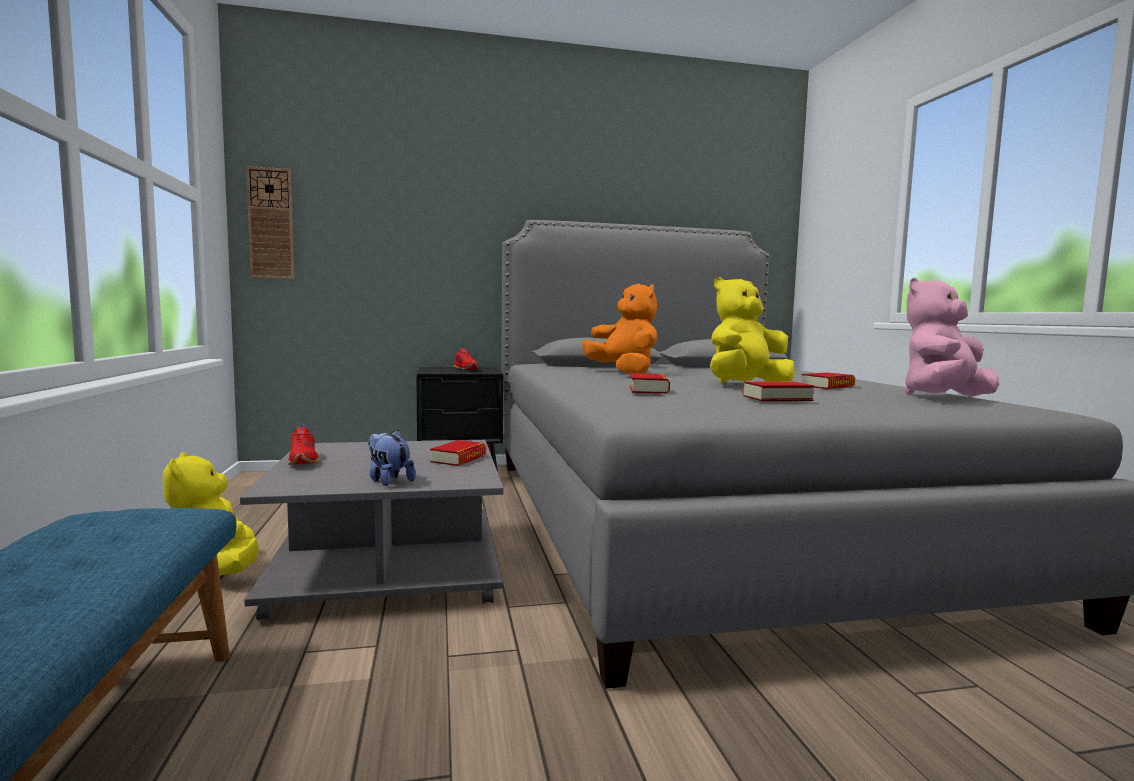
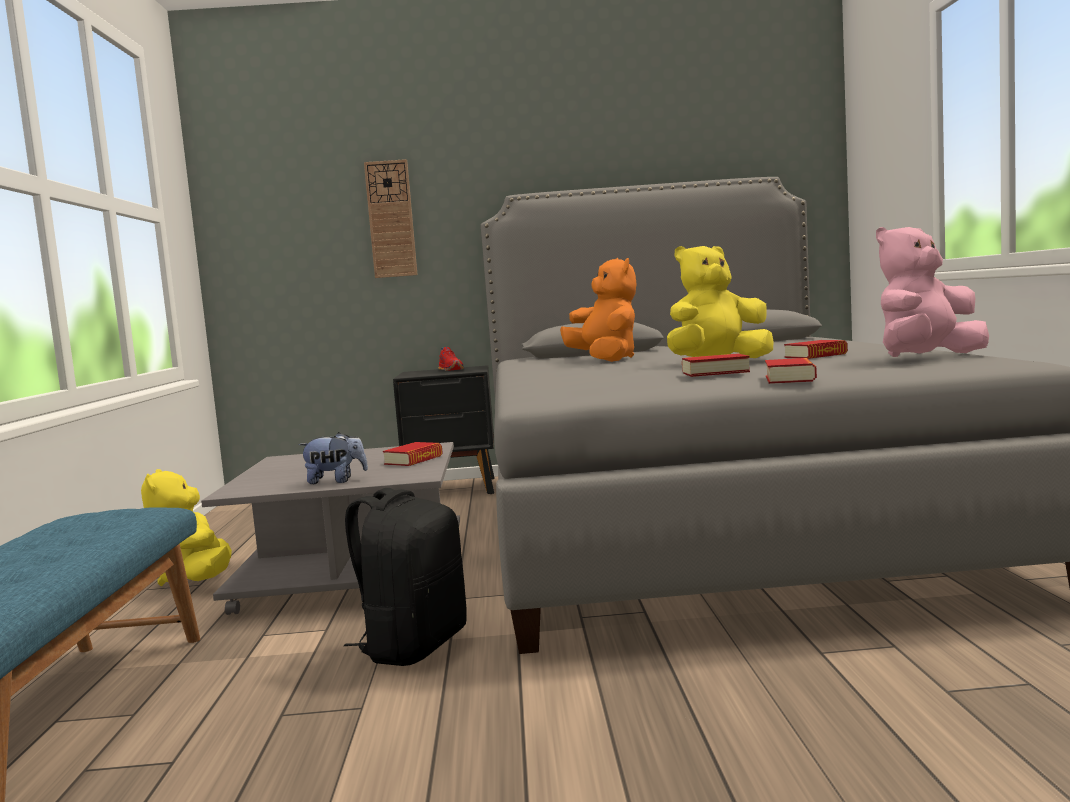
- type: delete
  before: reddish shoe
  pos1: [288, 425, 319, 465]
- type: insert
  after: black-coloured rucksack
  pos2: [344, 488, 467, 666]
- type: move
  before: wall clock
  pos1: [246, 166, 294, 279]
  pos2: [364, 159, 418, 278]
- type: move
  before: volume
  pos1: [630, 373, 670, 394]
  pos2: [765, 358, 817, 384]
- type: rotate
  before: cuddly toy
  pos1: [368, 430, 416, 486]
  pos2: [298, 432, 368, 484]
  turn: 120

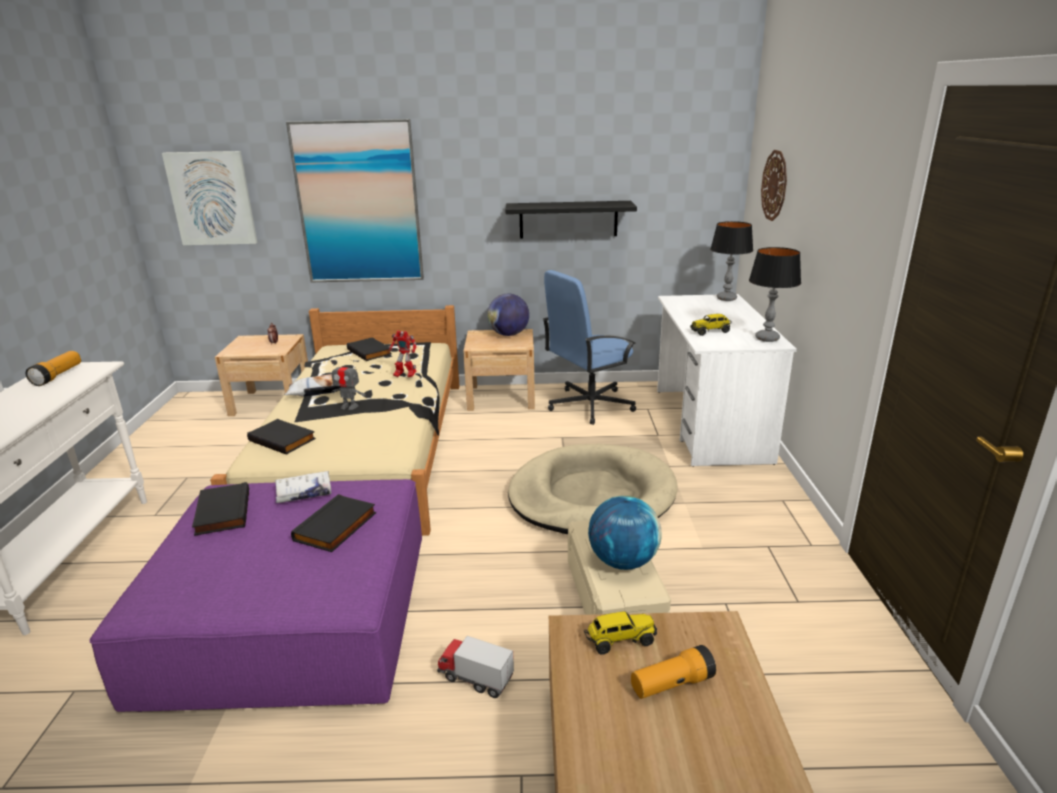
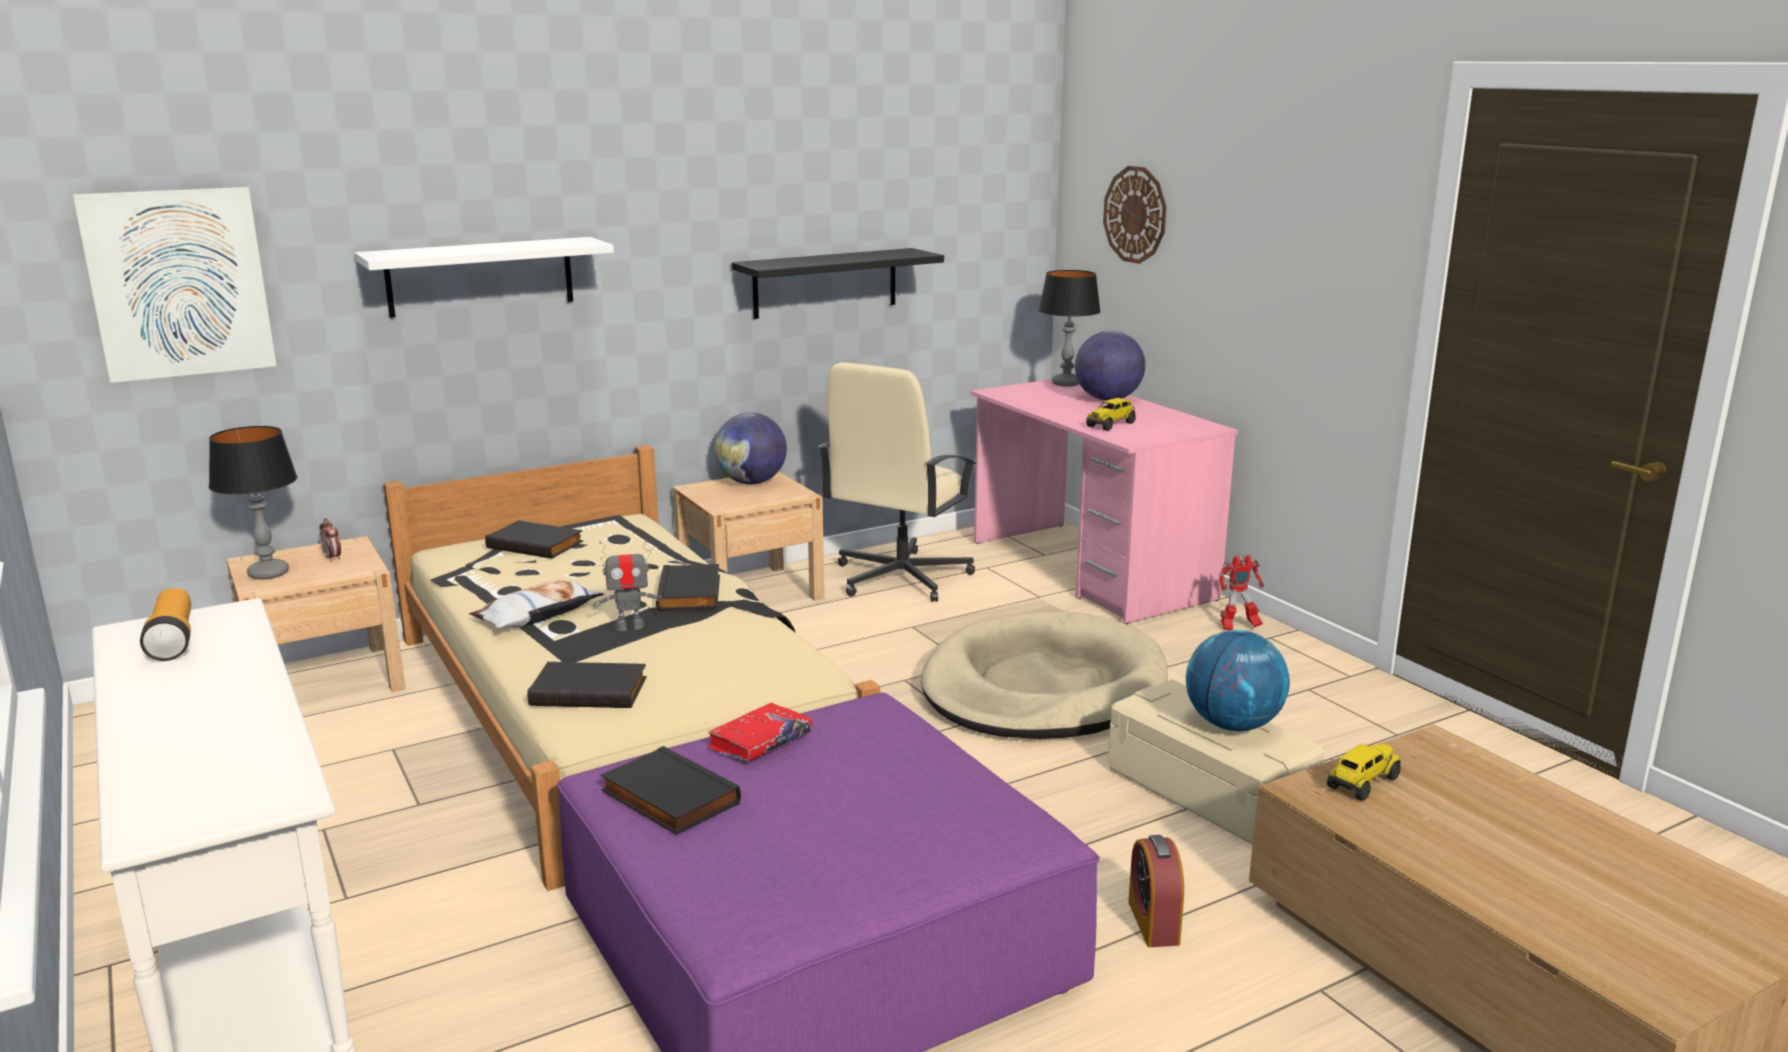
- type: delete
  before: flashlight
  pos1: [631, 645, 716, 699]
- type: insert
  after: globe
  pos2: [1075, 331, 1145, 401]
- type: move
  before: black-coloured volume
  pos1: [291, 494, 376, 552]
  pos2: [656, 564, 720, 611]
- type: move
  before: robot figure
  pos1: [389, 330, 417, 377]
  pos2: [1219, 555, 1264, 630]
- type: move
  before: lamp for a table
  pos1: [749, 247, 801, 342]
  pos2: [209, 426, 298, 579]
- type: replace
  before: picture
  after: whitish wall shelf
  pos1: [286, 119, 424, 282]
  pos2: [355, 237, 614, 318]
- type: replace
  before: toy lorry
  after: bedside clock
  pos1: [437, 636, 514, 698]
  pos2: [1128, 835, 1184, 947]
- type: recolor
  before: whitish volume
  after: reddish volume
  pos1: [275, 471, 331, 503]
  pos2: [708, 703, 812, 761]
- type: recolor
  before: bluish computer chair
  after: beige computer chair
  pos1: [543, 270, 636, 425]
  pos2: [819, 362, 977, 602]
- type: recolor
  before: whitish desk unit
  after: pink desk unit
  pos1: [657, 294, 797, 467]
  pos2: [970, 379, 1238, 624]

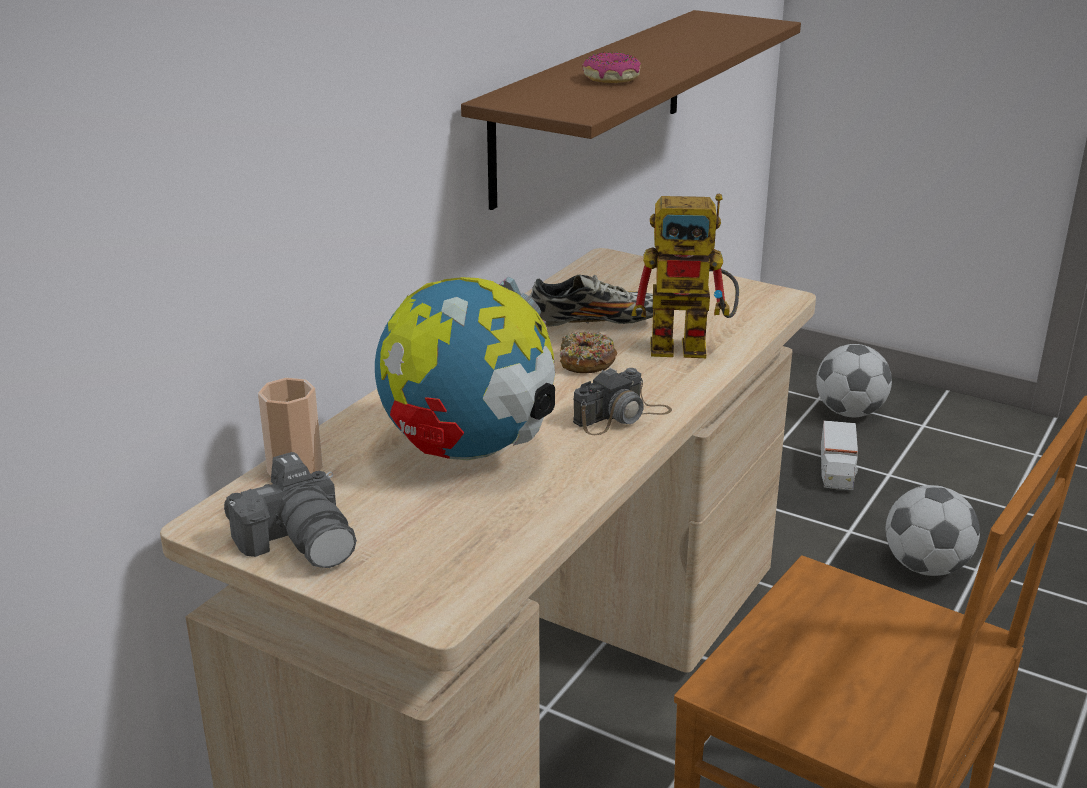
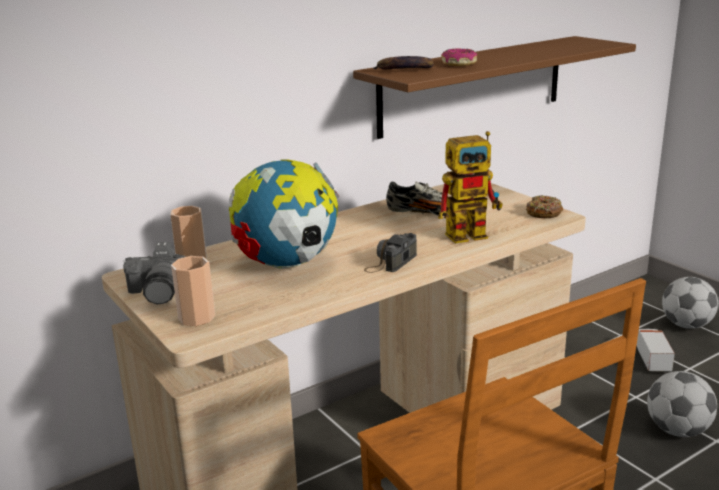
- type: insert
  after: cup
  pos2: [171, 256, 215, 326]
- type: insert
  after: banana
  pos2: [373, 56, 434, 69]
- type: move
  before: donut
  pos1: [560, 331, 617, 373]
  pos2: [526, 195, 563, 218]
- type: rotate
  before: photo camera
  pos1: [573, 367, 672, 435]
  pos2: [364, 233, 417, 273]
  turn: 135
- type: rotate
  before: robot figure
  pos1: [632, 193, 739, 358]
  pos2: [438, 131, 503, 243]
  turn: -45
- type: rotate
  before: toy lorry
  pos1: [821, 421, 858, 490]
  pos2: [637, 328, 675, 371]
  turn: 150

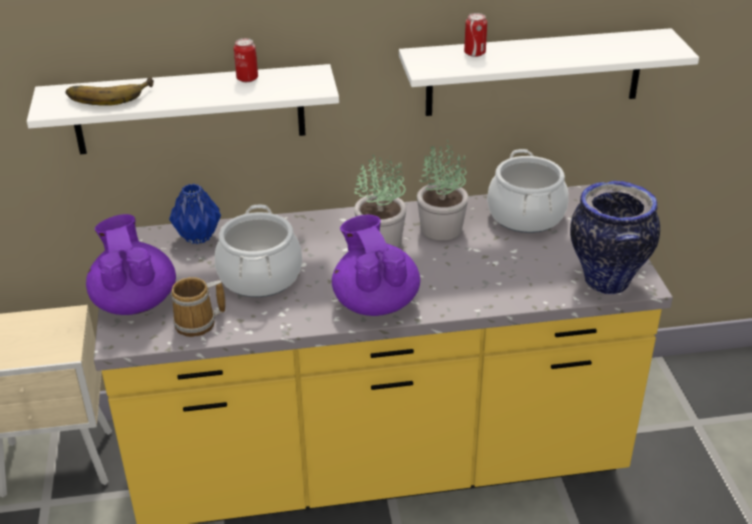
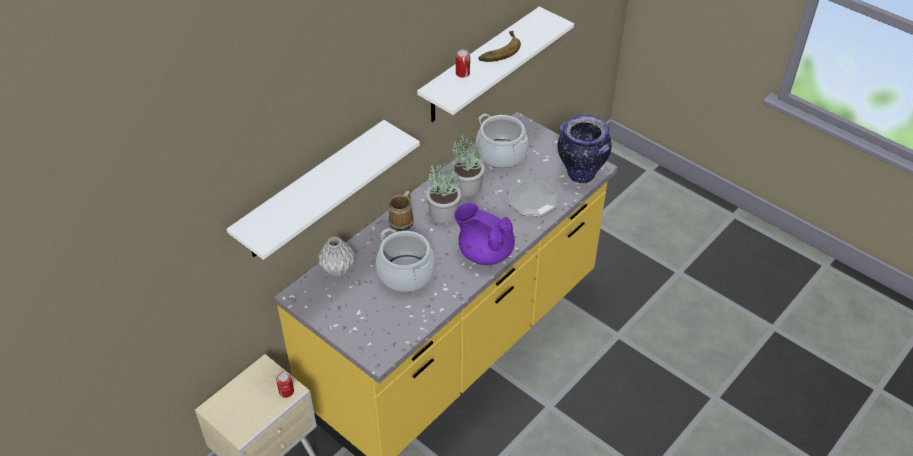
- type: delete
  before: purple pot for tea
  pos1: [86, 214, 176, 315]
- type: insert
  after: plate
  pos2: [508, 181, 558, 217]
- type: move
  before: banana
  pos1: [66, 78, 154, 106]
  pos2: [478, 31, 521, 62]
- type: move
  before: tea mug
  pos1: [171, 277, 225, 337]
  pos2: [388, 191, 414, 231]
- type: move
  before: can
  pos1: [234, 38, 258, 82]
  pos2: [276, 372, 294, 398]
- type: recolor
  before: bluish flower vase
  after: greyish flower vase
  pos1: [169, 184, 221, 244]
  pos2: [318, 237, 355, 276]

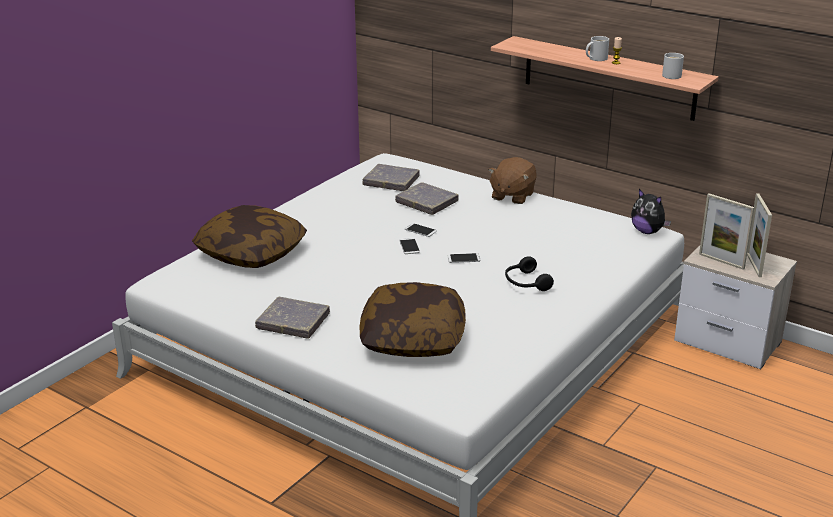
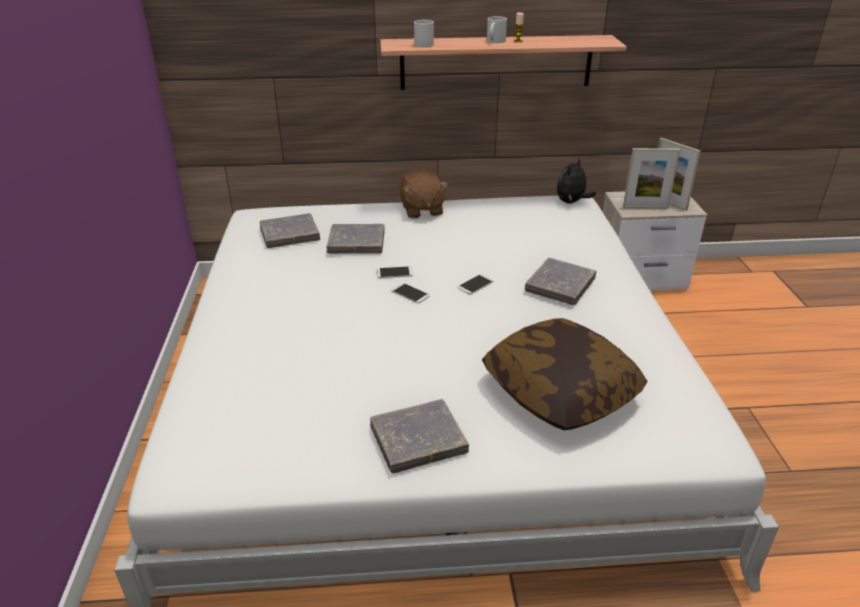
- type: delete
  before: cushion
  pos1: [192, 205, 307, 268]
- type: move
  before: whitish tea mug
  pos1: [662, 53, 684, 79]
  pos2: [414, 20, 434, 47]
- type: replace
  before: black-coloured pair of headphones
  after: greyish volume
  pos1: [505, 256, 554, 291]
  pos2: [525, 258, 596, 305]
- type: rotate
  before: cuddly toy
  pos1: [631, 189, 671, 234]
  pos2: [557, 159, 596, 203]
  turn: 120

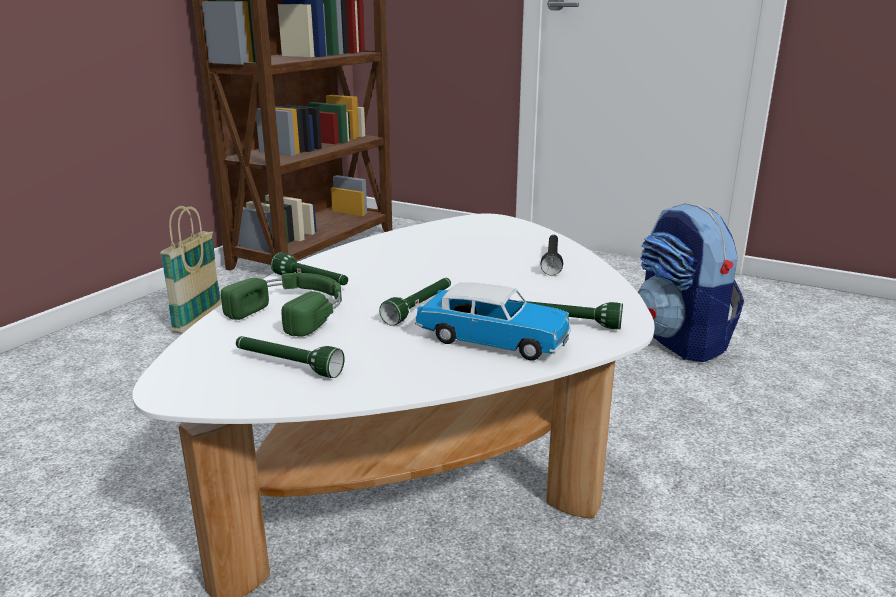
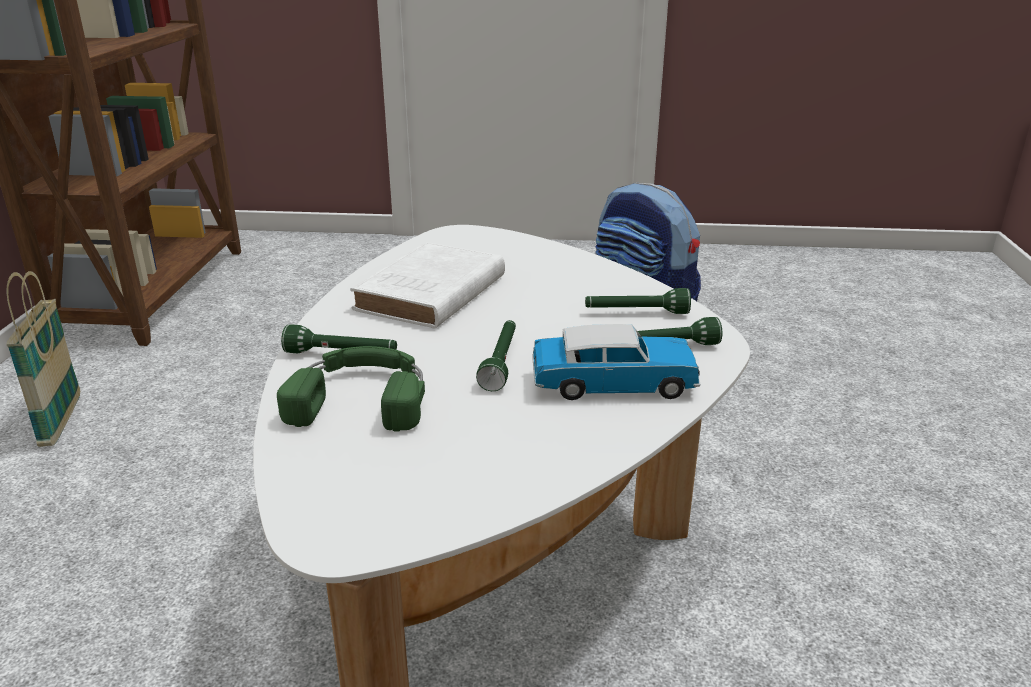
- type: delete
  before: black-coloured flashlight
  pos1: [541, 235, 563, 275]
- type: insert
  after: whitish volume
  pos2: [350, 242, 505, 329]
- type: move
  before: greenish flashlight
  pos1: [236, 336, 345, 378]
  pos2: [585, 288, 691, 314]

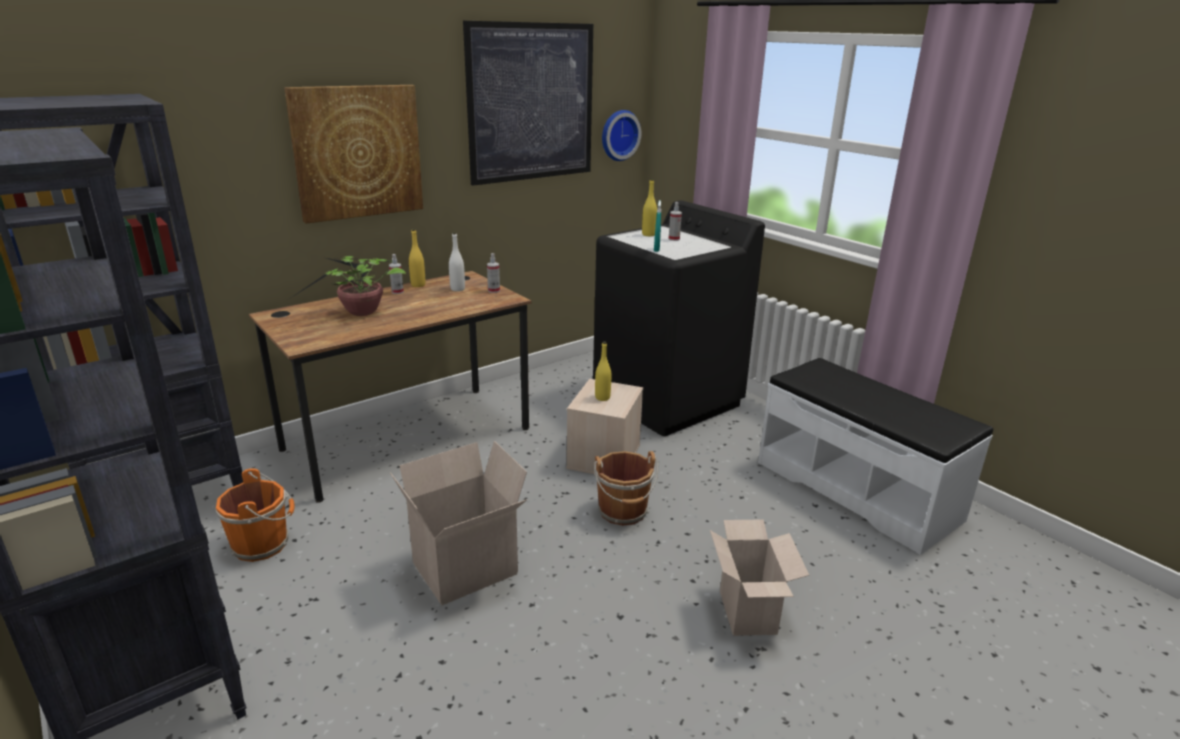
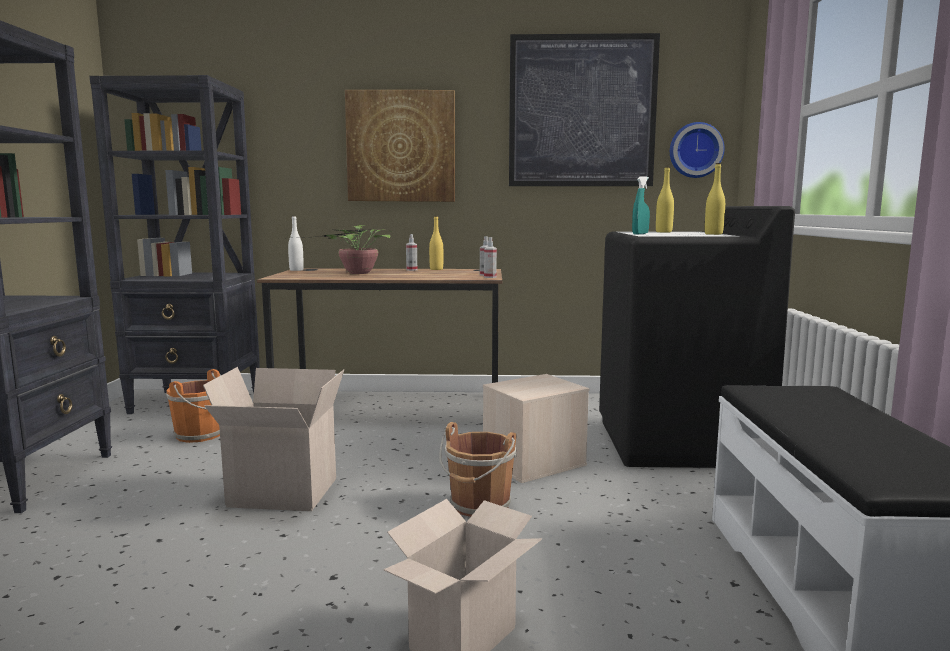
- type: move
  before: whitish beverage bottle
  pos1: [449, 232, 465, 291]
  pos2: [288, 215, 304, 271]
- type: move
  before: yellowish beverage bottle
  pos1: [595, 341, 611, 401]
  pos2: [705, 163, 725, 235]
- type: move
  before: sprayer
  pos1: [669, 202, 682, 241]
  pos2: [484, 237, 497, 278]

